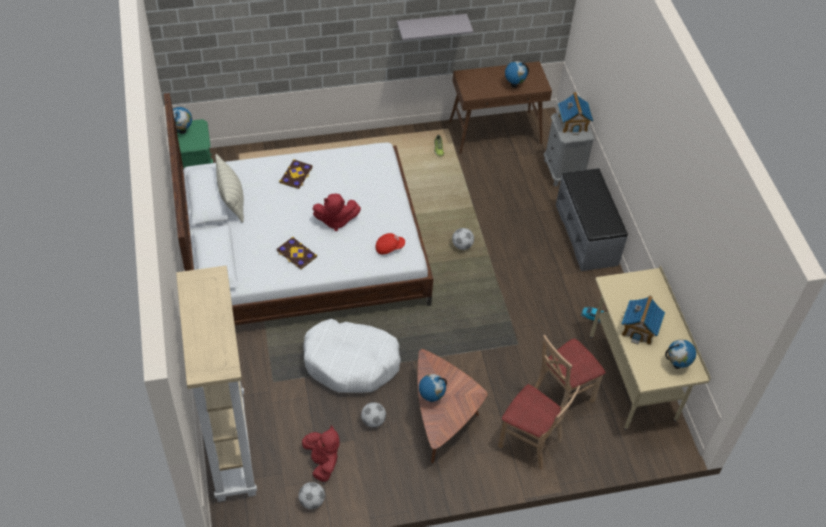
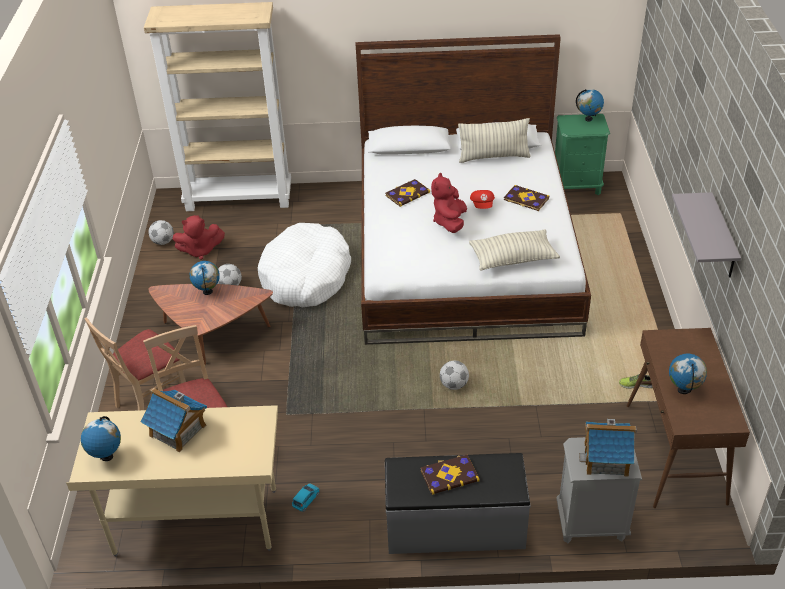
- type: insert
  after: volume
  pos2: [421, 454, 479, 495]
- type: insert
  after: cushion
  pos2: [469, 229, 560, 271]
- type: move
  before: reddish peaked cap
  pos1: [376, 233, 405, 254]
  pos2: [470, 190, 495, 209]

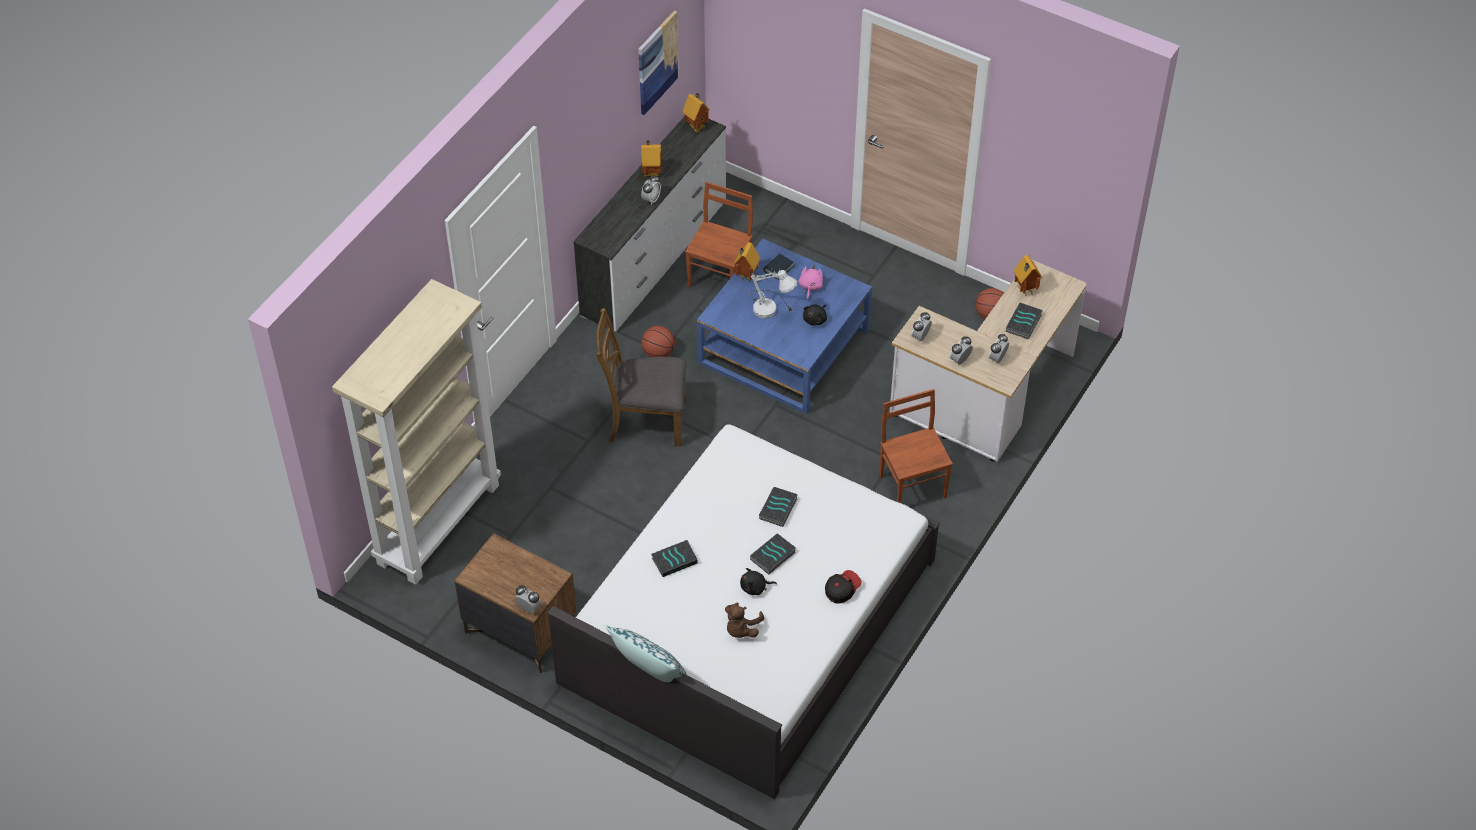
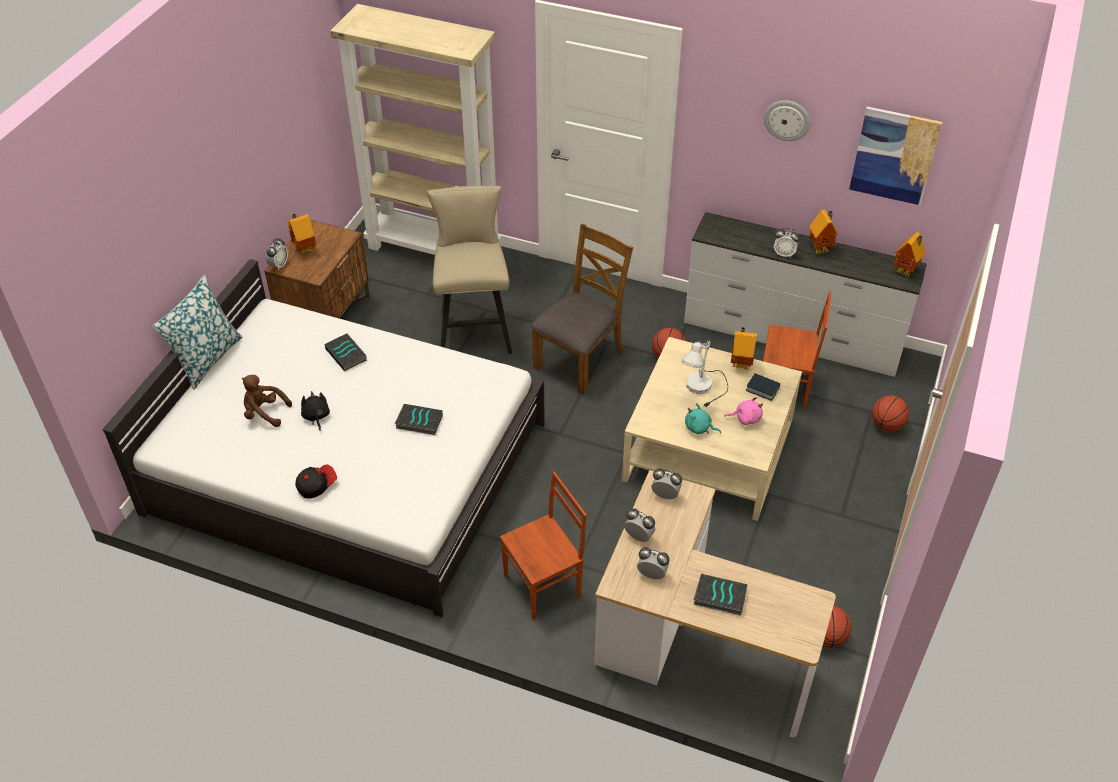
- type: delete
  before: volume
  pos1: [750, 533, 796, 575]
- type: insert
  after: beige stool
  pos2: [427, 186, 512, 354]
- type: insert
  after: wall clock
  pos2: [764, 101, 810, 141]
- type: insert
  after: basketball ball
  pos2: [872, 395, 909, 432]
- type: move
  before: model house
  pos1: [1014, 255, 1042, 296]
  pos2: [289, 214, 316, 255]
- type: recolor
  before: bluish coffee table
  after: beige coffee table
  pos1: [697, 239, 872, 414]
  pos2: [622, 337, 802, 521]
- type: recolor
  before: black-coloured cuddly toy
  after: blue-green cuddly toy
  pos1: [803, 305, 827, 326]
  pos2: [685, 403, 721, 434]
- type: rotate
  before: brownish upright chair
  pos1: [596, 308, 686, 447]
  pos2: [531, 224, 633, 395]
  turn: 45
- type: rotate
  before: peaked cap
  pos1: [825, 570, 862, 604]
  pos2: [295, 464, 337, 499]
  turn: -75

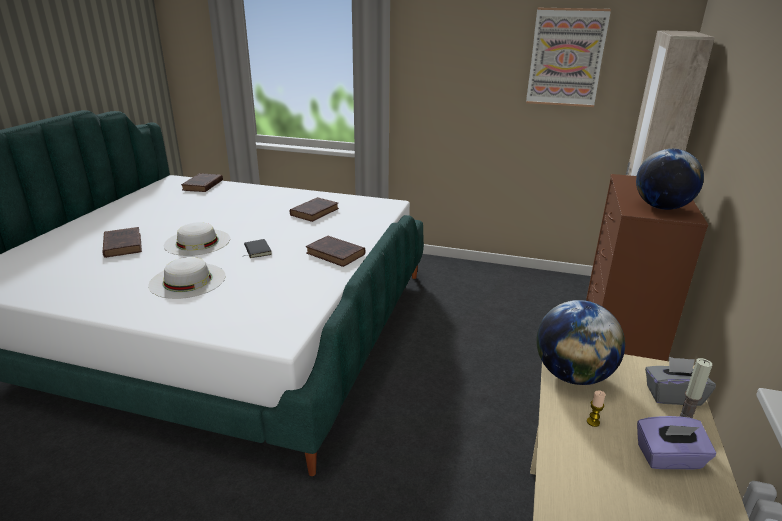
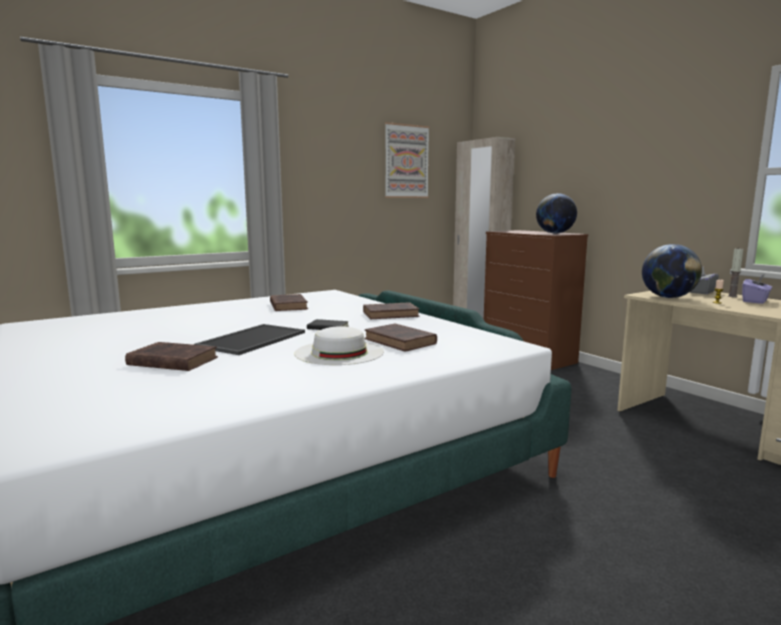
- type: move
  before: brownish volume
  pos1: [181, 173, 223, 192]
  pos2: [364, 323, 437, 351]
- type: replace
  before: whitish hat
  after: carrying tray
  pos1: [164, 222, 230, 256]
  pos2: [194, 324, 305, 355]

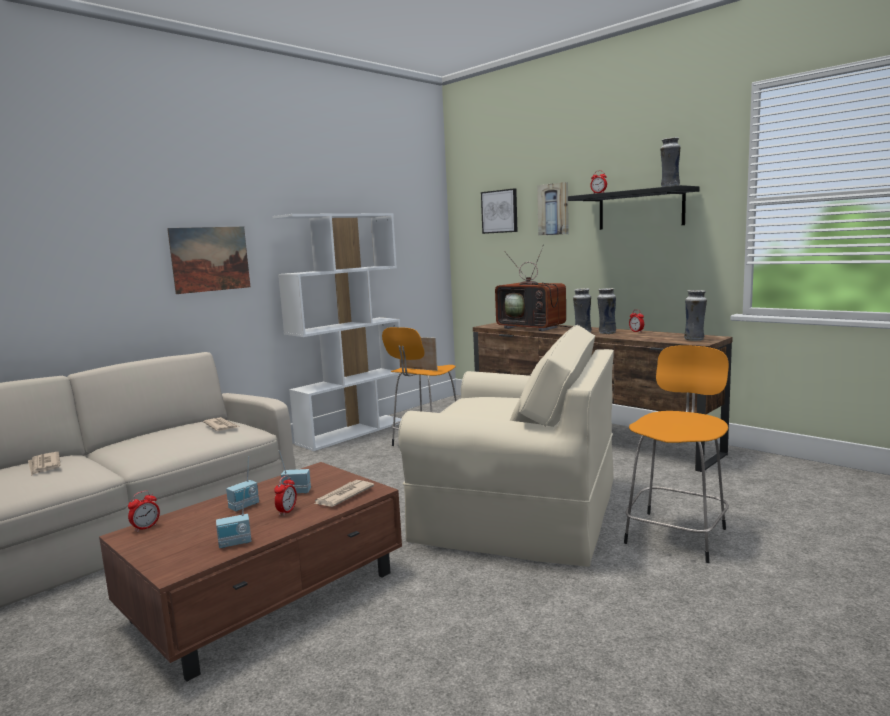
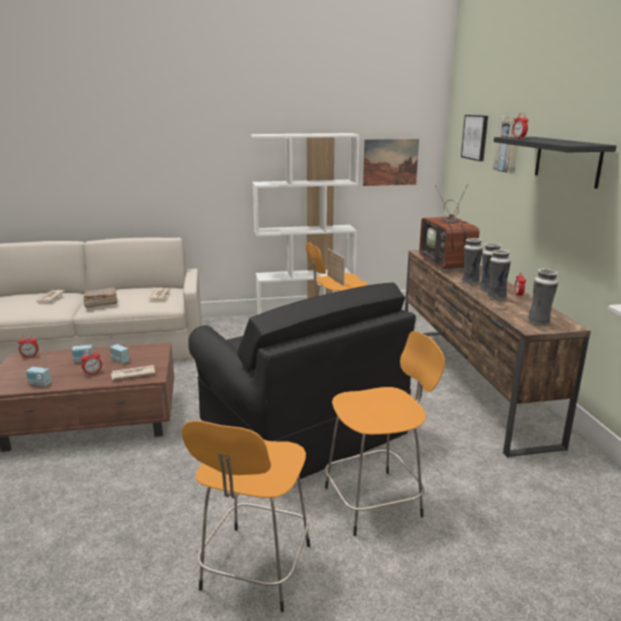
- type: insert
  after: brownish volume
  pos2: [83, 287, 117, 308]
- type: insert
  after: orangey stool
  pos2: [182, 420, 310, 612]
- type: move
  before: picture
  pos1: [167, 226, 250, 294]
  pos2: [363, 139, 419, 186]
- type: move
  before: flower vase
  pos1: [660, 137, 681, 187]
  pos2: [487, 250, 511, 300]
- type: recolor
  before: beige armchair
  after: black-coloured armchair
  pos1: [398, 325, 614, 567]
  pos2: [188, 283, 416, 479]

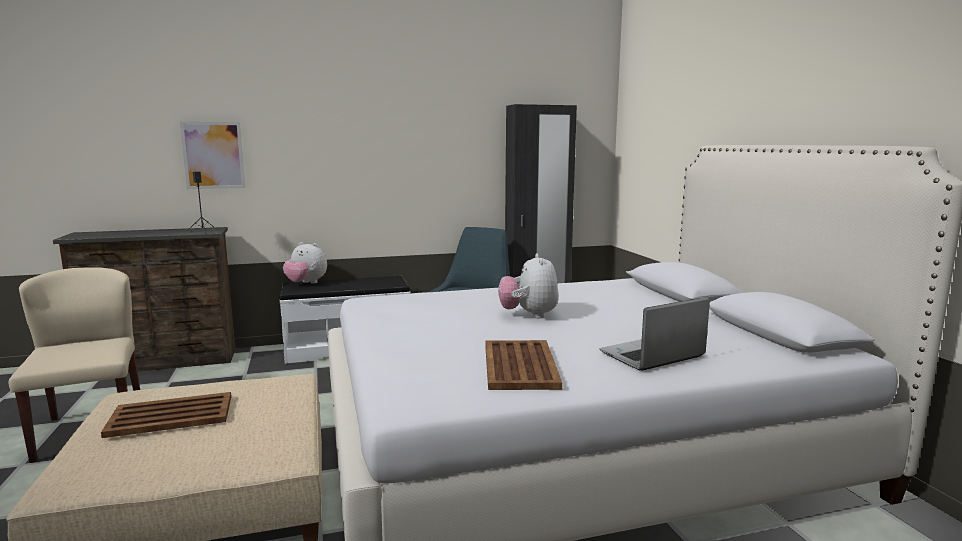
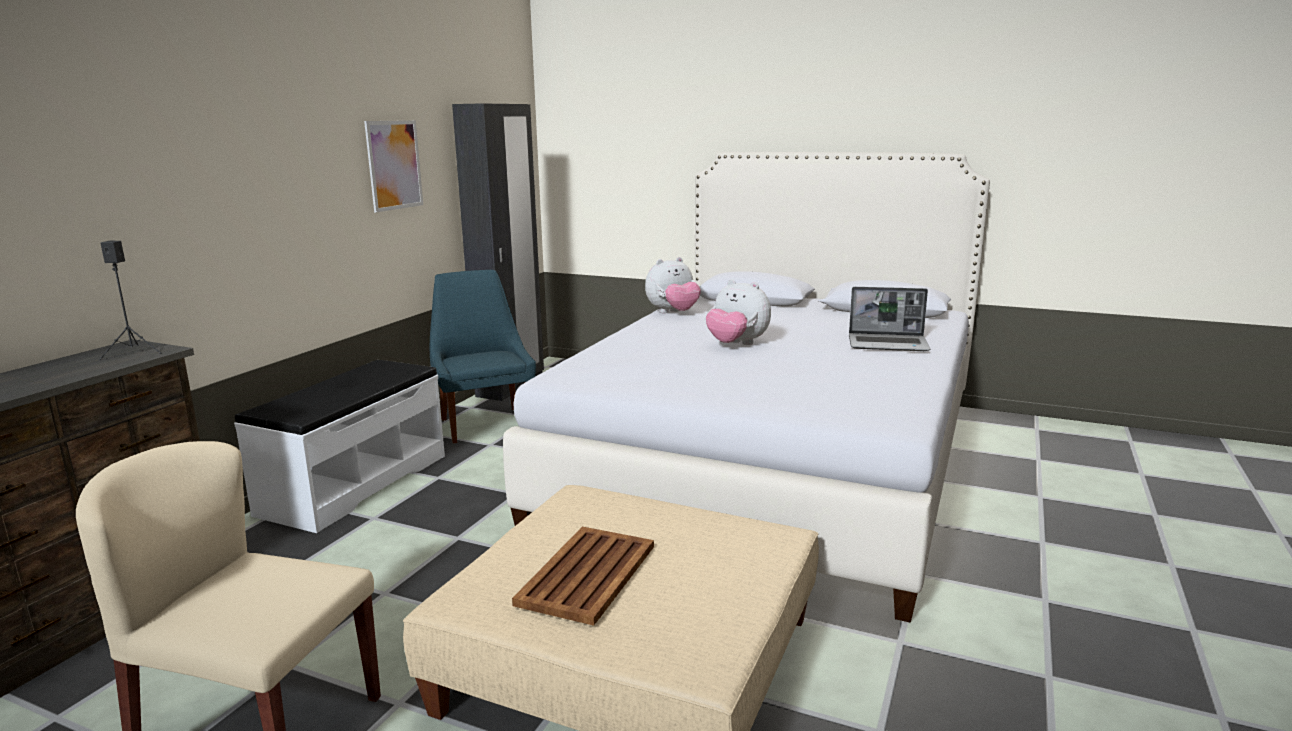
- type: delete
  before: brownish carrying tray
  pos1: [485, 340, 562, 390]
- type: move
  before: picture
  pos1: [180, 122, 245, 189]
  pos2: [364, 120, 423, 212]
- type: move
  before: cuddly toy
  pos1: [283, 242, 327, 284]
  pos2: [645, 257, 701, 313]
- type: rotate
  before: notebook computer
  pos1: [600, 297, 710, 371]
  pos2: [849, 287, 930, 351]
  turn: -90

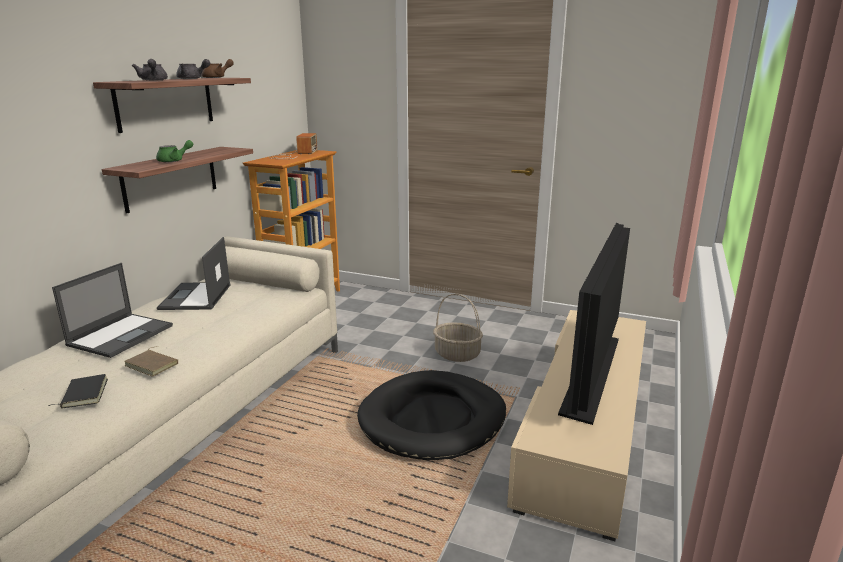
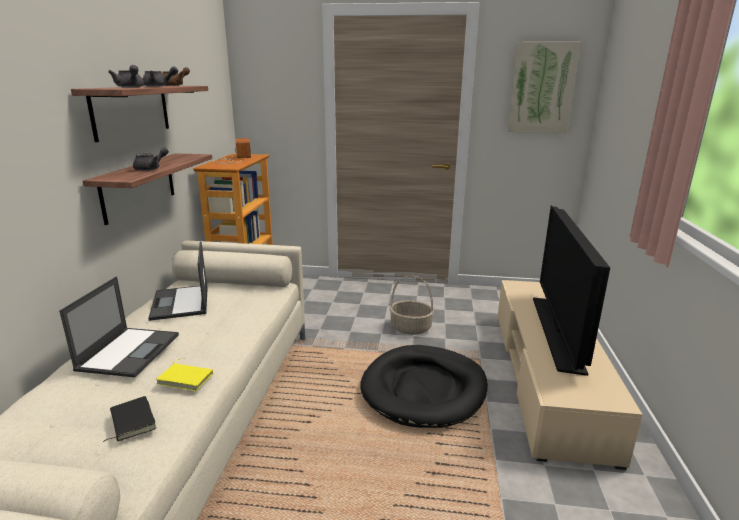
- type: insert
  after: picture
  pos2: [508, 42, 581, 133]
- type: recolor
  before: brownish volume
  after: yellowish volume
  pos1: [124, 347, 178, 377]
  pos2: [156, 359, 213, 391]
- type: recolor
  before: greenish pot for tea
  after: greyish pot for tea
  pos1: [156, 140, 193, 162]
  pos2: [133, 147, 169, 171]

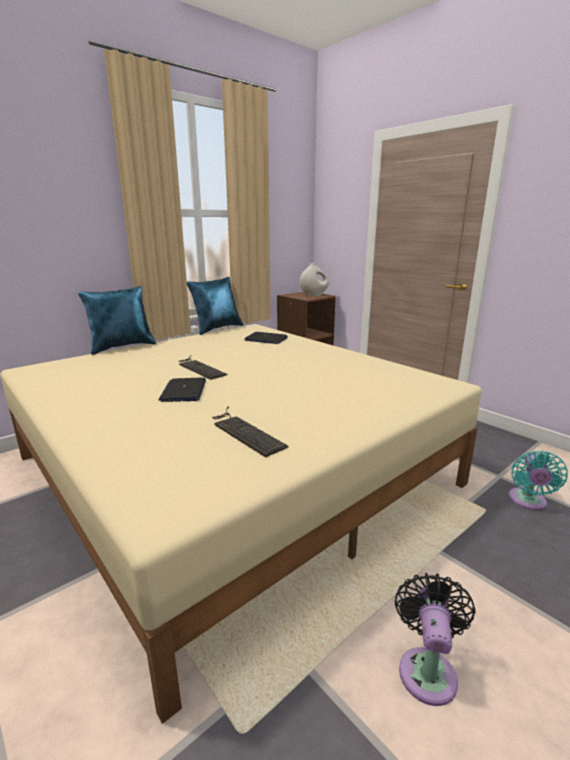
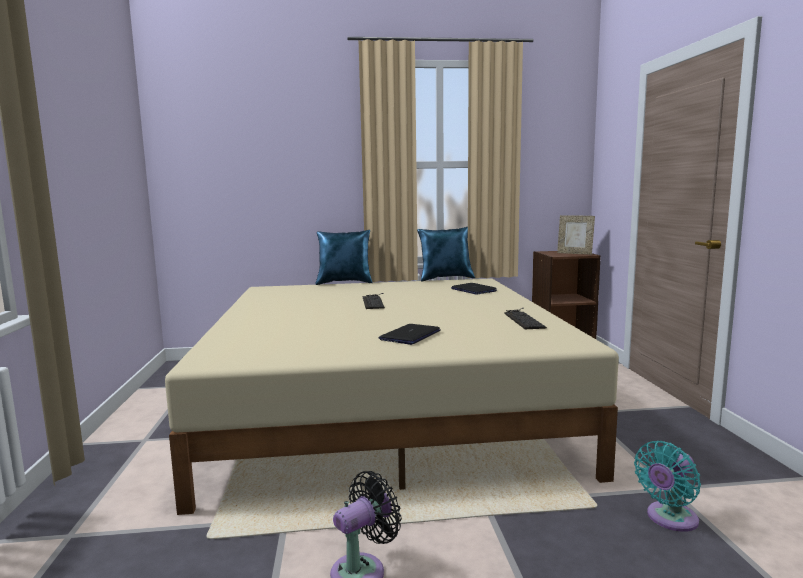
- type: move
  before: notebook computer
  pos1: [158, 377, 206, 402]
  pos2: [379, 324, 441, 345]
- type: move
  before: keyboard
  pos1: [212, 406, 289, 457]
  pos2: [505, 308, 547, 329]
- type: replace
  before: whitish flower vase
  after: picture frame
  pos1: [300, 263, 329, 296]
  pos2: [557, 215, 595, 255]

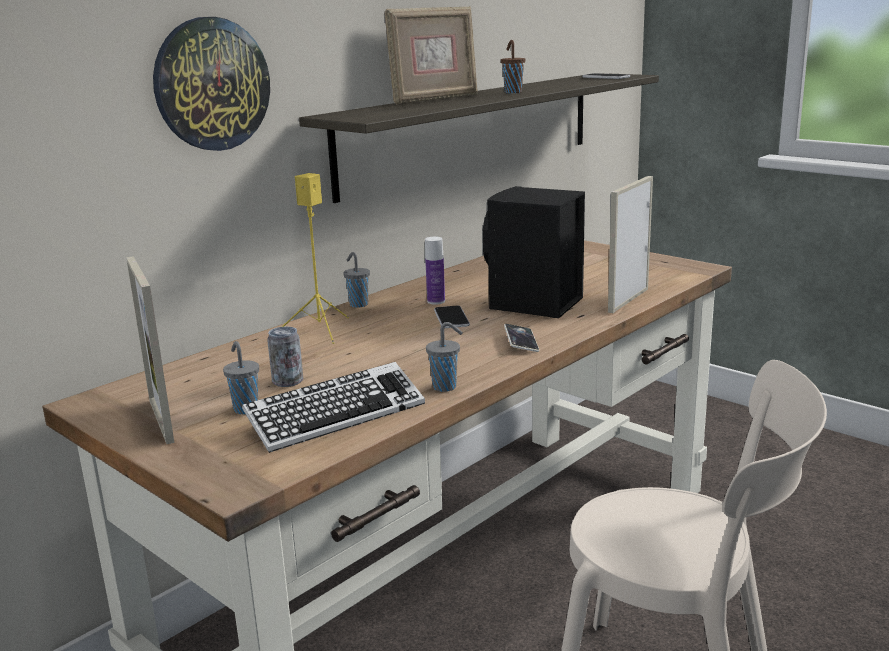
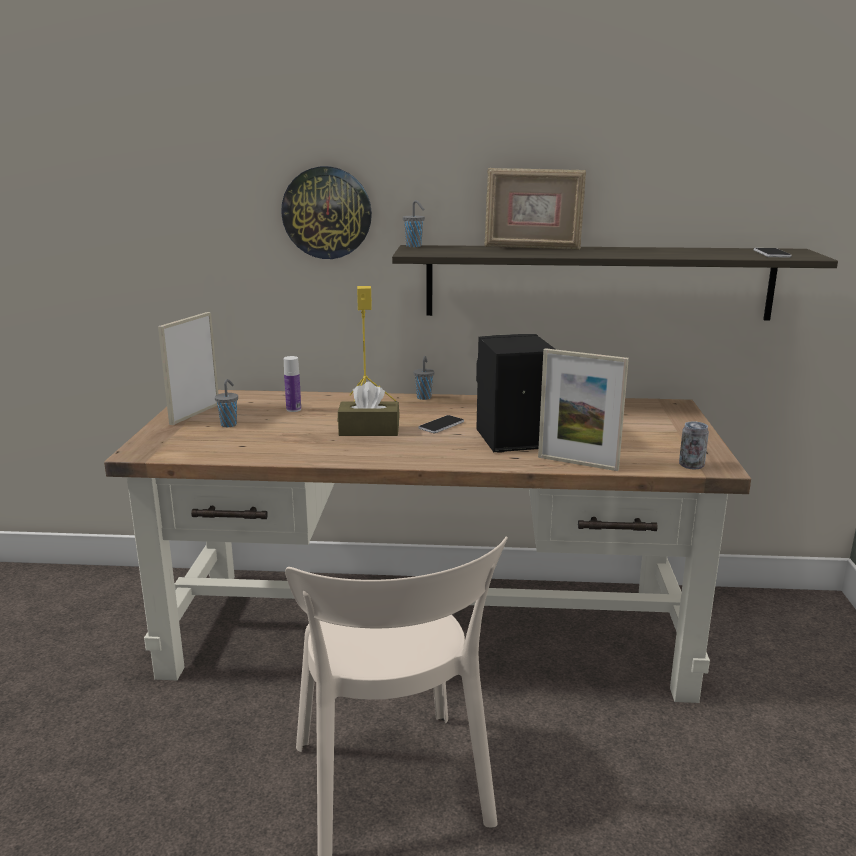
- type: delete
  before: keyboard
  pos1: [242, 362, 425, 453]
- type: delete
  before: brownish cup
  pos1: [501, 40, 525, 93]
- type: delete
  before: phone
  pos1: [504, 324, 539, 352]
- type: insert
  after: brownish tissue holder
  pos2: [338, 382, 400, 436]
- type: move
  before: can
  pos1: [267, 327, 303, 387]
  pos2: [679, 421, 709, 470]
- type: move
  before: beverage bottle
  pos1: [425, 237, 445, 305]
  pos2: [284, 356, 301, 412]
- type: move
  before: greyish cup
  pos1: [426, 322, 463, 392]
  pos2: [403, 200, 425, 247]
- type: rotate
  before: picture frame
  pos1: [608, 176, 653, 313]
  pos2: [538, 348, 629, 471]
  turn: -150

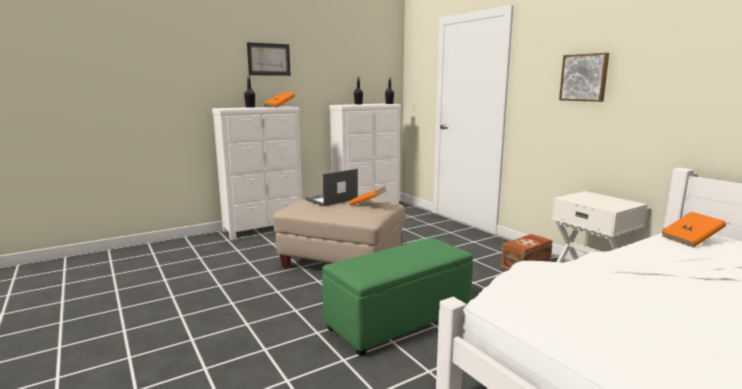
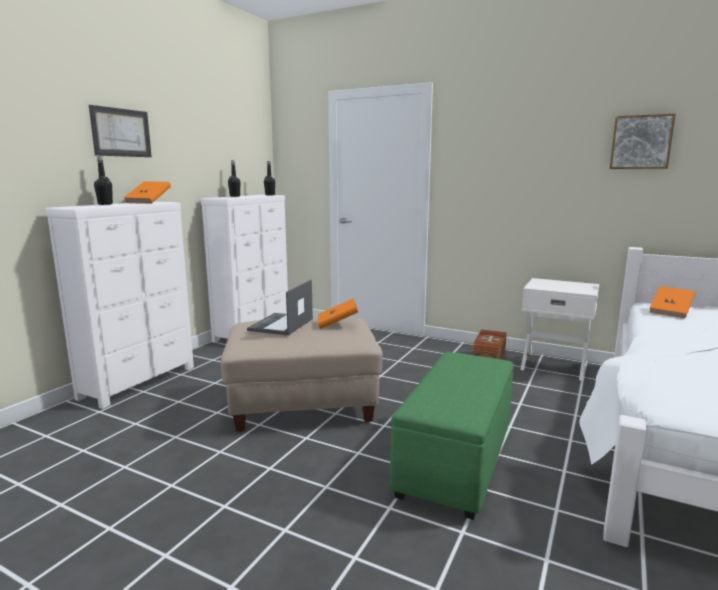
- type: move
  before: picture
  pos1: [559, 53, 609, 102]
  pos2: [610, 113, 676, 169]

